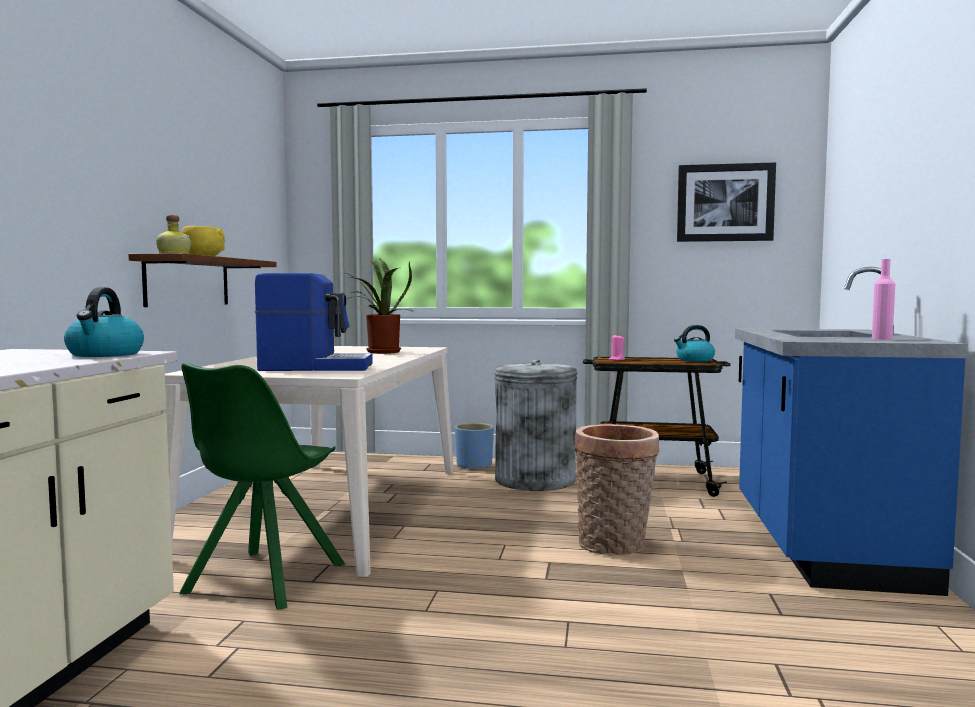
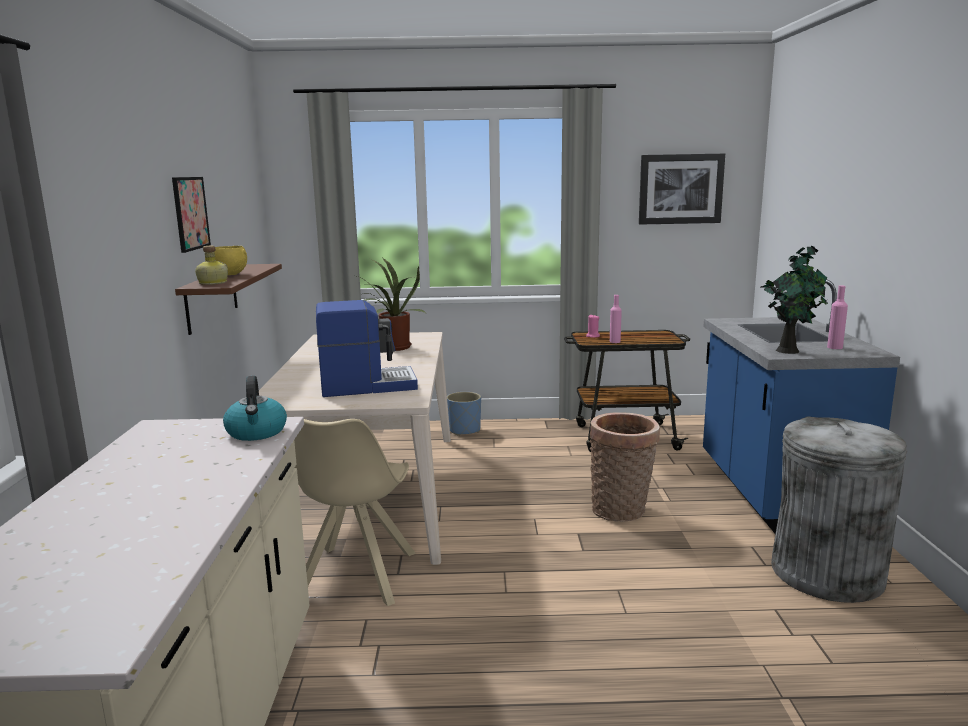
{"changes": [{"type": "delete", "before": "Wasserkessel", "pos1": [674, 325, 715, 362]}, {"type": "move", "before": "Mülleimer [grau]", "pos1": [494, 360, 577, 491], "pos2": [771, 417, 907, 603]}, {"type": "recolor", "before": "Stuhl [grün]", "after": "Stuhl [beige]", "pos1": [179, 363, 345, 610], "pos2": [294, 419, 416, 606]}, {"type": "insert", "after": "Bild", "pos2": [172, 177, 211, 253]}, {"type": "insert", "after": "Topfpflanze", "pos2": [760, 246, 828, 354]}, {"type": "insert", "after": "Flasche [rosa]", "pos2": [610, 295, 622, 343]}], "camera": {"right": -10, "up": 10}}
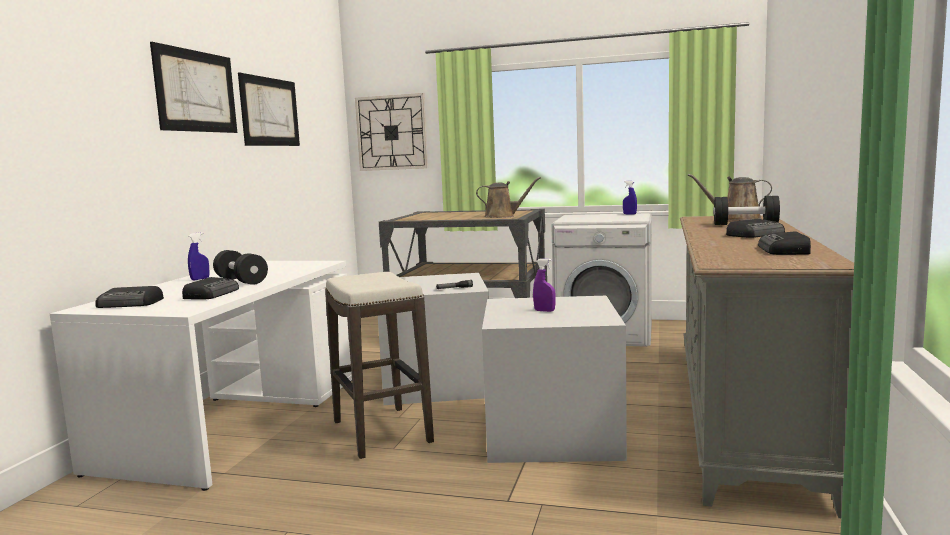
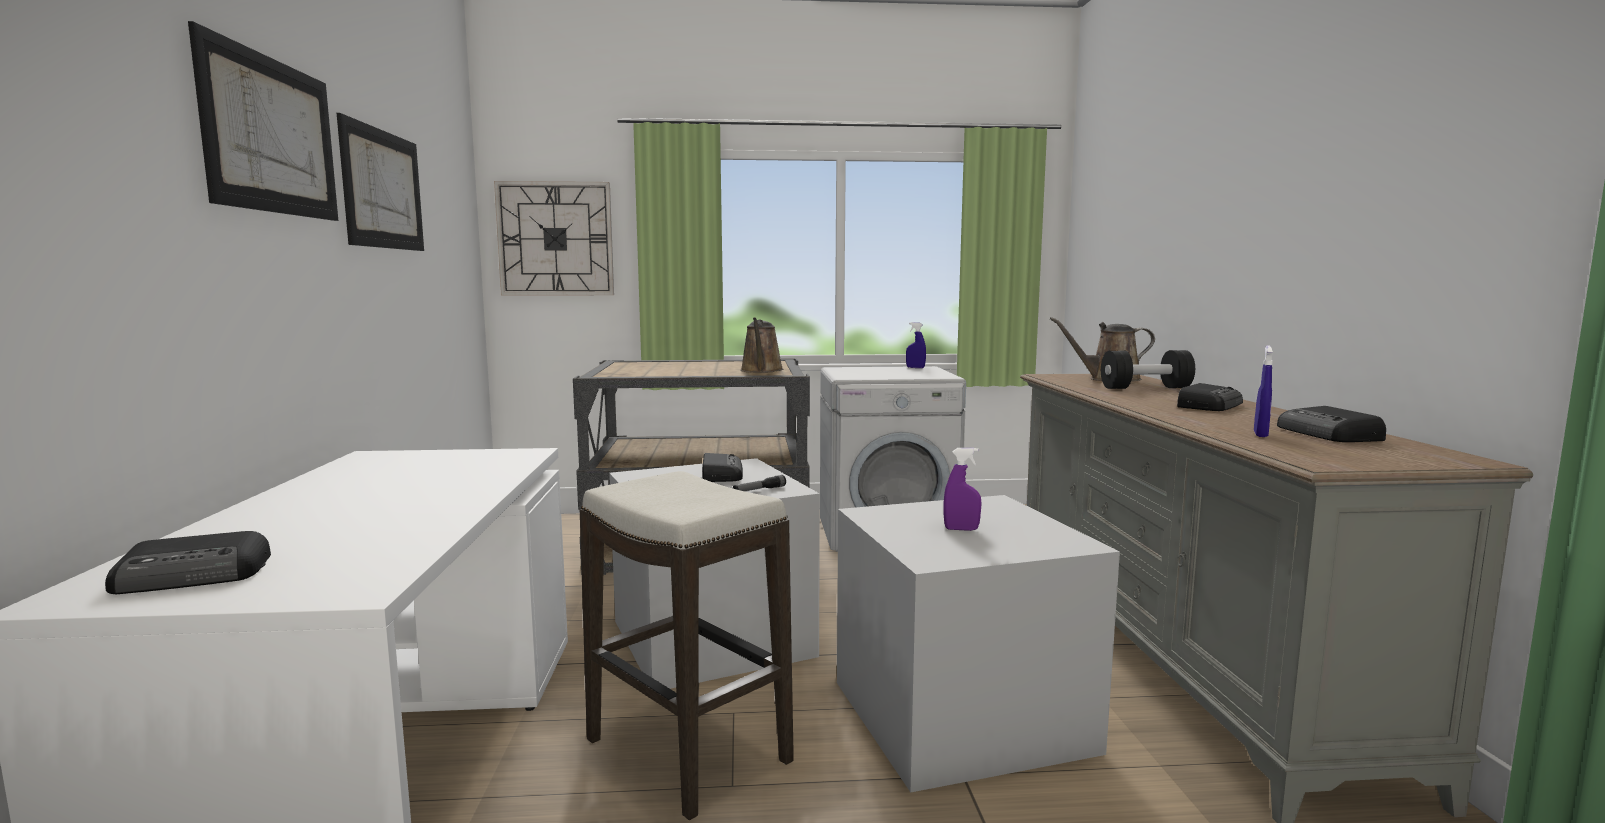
{"changes": [{"type": "rotate", "before": "Gießkanne [braun]", "pos1": [476, 177, 541, 218], "pos2": [740, 317, 784, 373], "turn": 105}, {"type": "move", "before": "Sprühflasche [blau]", "pos1": [188, 232, 209, 280], "pos2": [1254, 346, 1273, 437]}, {"type": "delete", "before": "Hantel [schwarz]", "pos1": [213, 250, 268, 285]}, {"type": "move", "before": "Radio", "pos1": [182, 277, 239, 300], "pos2": [702, 453, 743, 482]}], "camera": {"right": -20, "up": 0}}
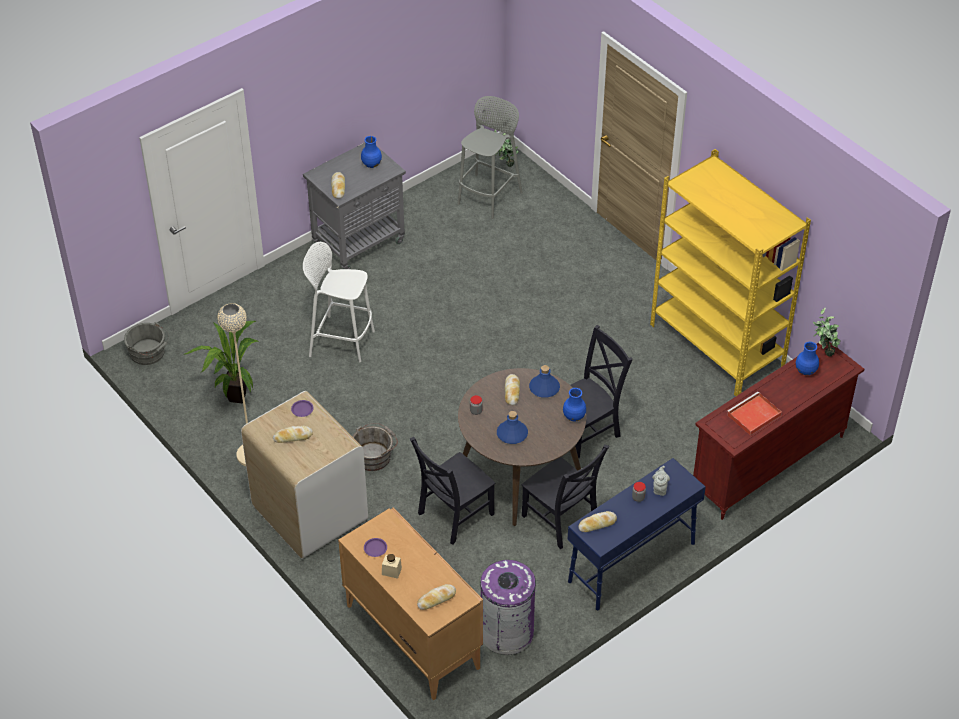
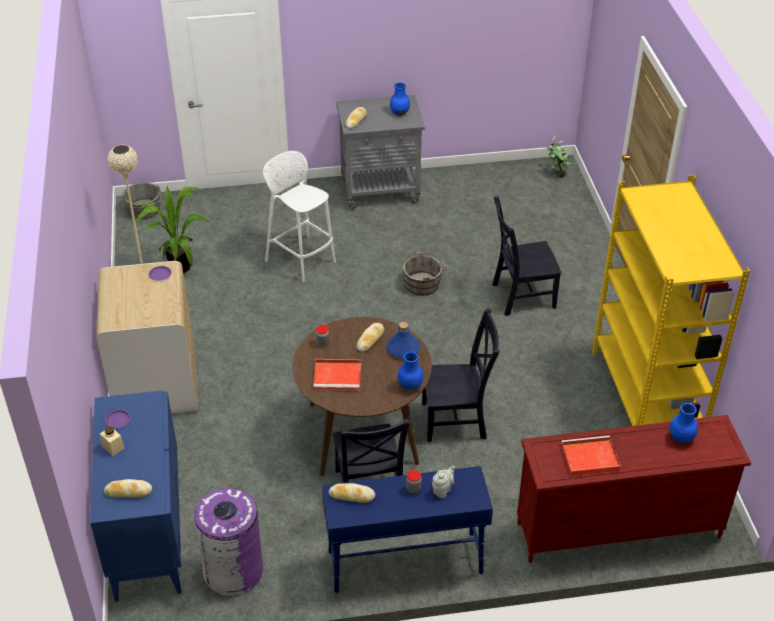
{"changes": [{"type": "delete", "before": "Hocker [grau]", "pos1": [457, 96, 523, 219]}, {"type": "delete", "before": "Topfpflanze", "pos1": [813, 308, 841, 356]}, {"type": "replace", "before": "Flasche [blau]", "after": "Tablett [rot]", "pos1": [497, 411, 528, 444], "pos2": [313, 359, 361, 391]}, {"type": "move", "before": "Eimer [grau]", "pos1": [352, 423, 398, 471], "pos2": [403, 252, 447, 296]}, {"type": "delete", "before": "Brot", "pos1": [273, 426, 313, 443]}, {"type": "move", "before": "Stuhl [schwarz]", "pos1": [409, 437, 496, 545], "pos2": [492, 197, 561, 316]}, {"type": "recolor", "before": "Schrank [braun]", "after": "Schrank [blau]", "pos1": [338, 508, 483, 701], "pos2": [90, 390, 182, 602]}], "camera": {"right": 30, "up": -5}}
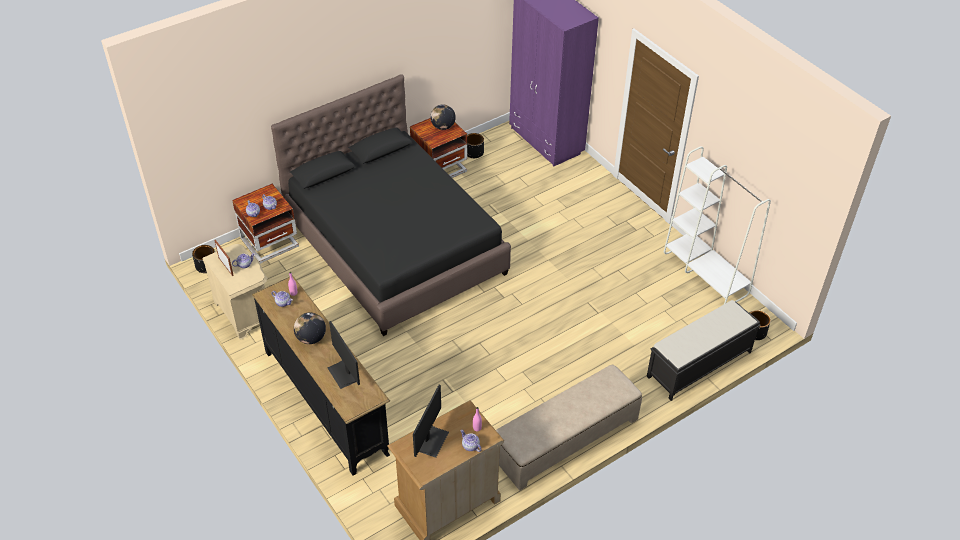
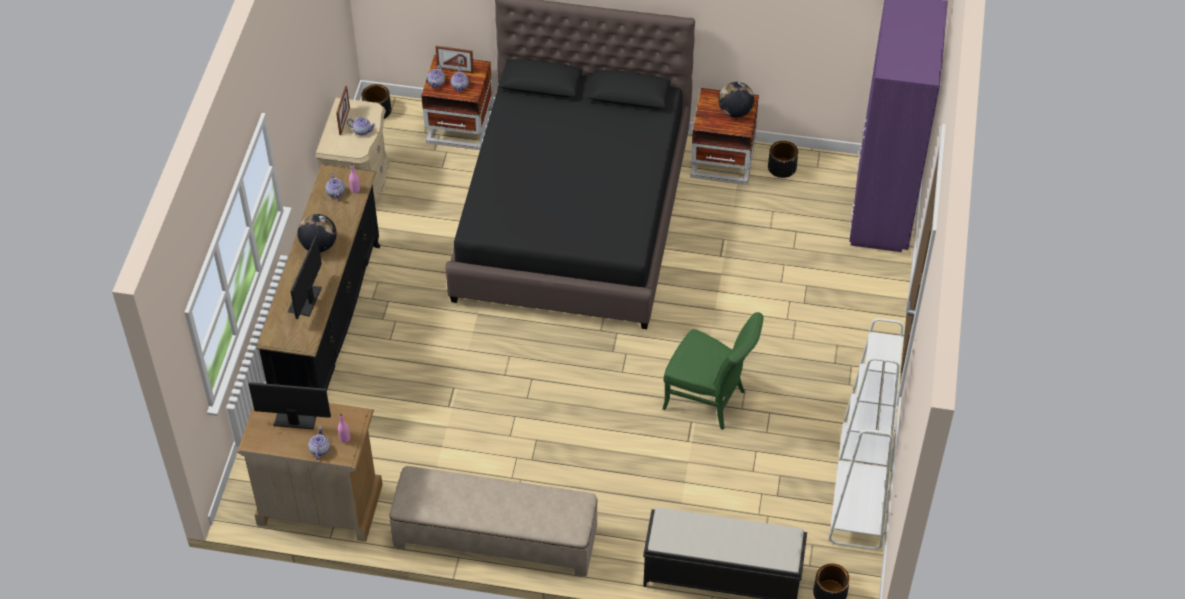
{"changes": [{"type": "rotate", "before": "Monitor", "pos1": [413, 385, 449, 458], "pos2": [248, 382, 331, 429], "turn": -150}, {"type": "insert", "after": "Bilderrahmen", "pos2": [436, 46, 474, 74]}, {"type": "insert", "after": "Stuhl [grün]", "pos2": [662, 312, 764, 430]}], "camera": {"right": 45, "up": 5}}
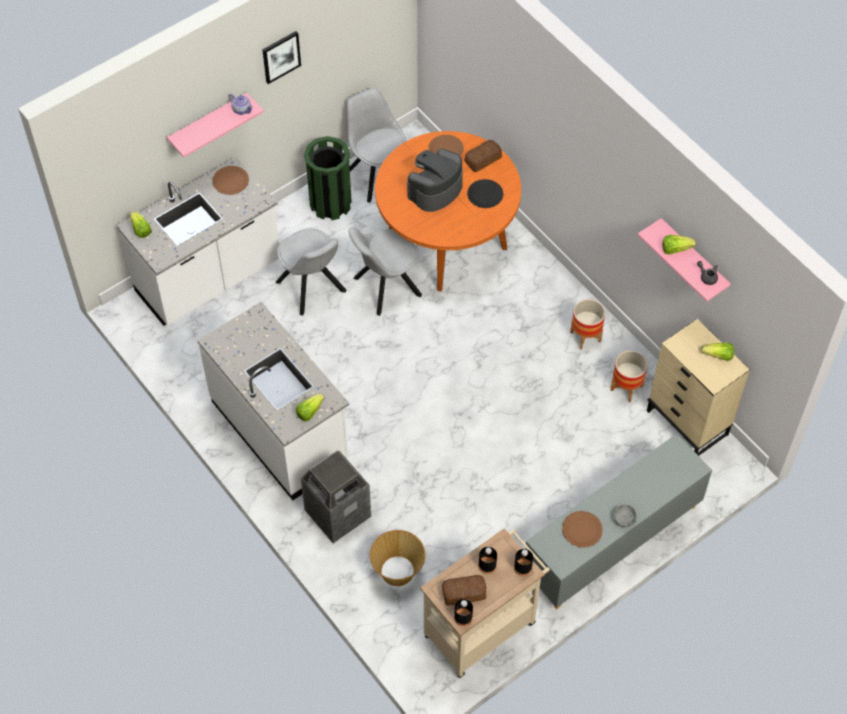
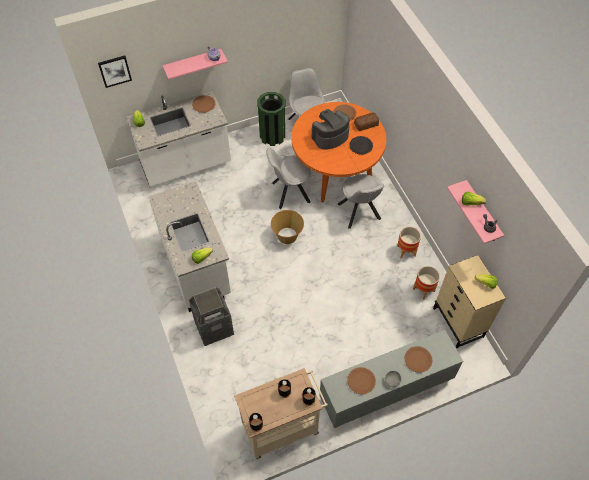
{"changes": [{"type": "move", "before": "Bild", "pos1": [262, 31, 301, 84], "pos2": [98, 56, 132, 88]}, {"type": "move", "before": "Stuhl [grau]", "pos1": [276, 228, 346, 316], "pos2": [337, 174, 384, 229]}, {"type": "move", "before": "Korb", "pos1": [370, 530, 426, 586], "pos2": [271, 210, 304, 244]}, {"type": "delete", "before": "Brot", "pos1": [442, 575, 486, 606]}, {"type": "insert", "after": "Teller [braun]", "pos2": [404, 346, 432, 372]}], "camera": {"right": 15, "up": 0}}
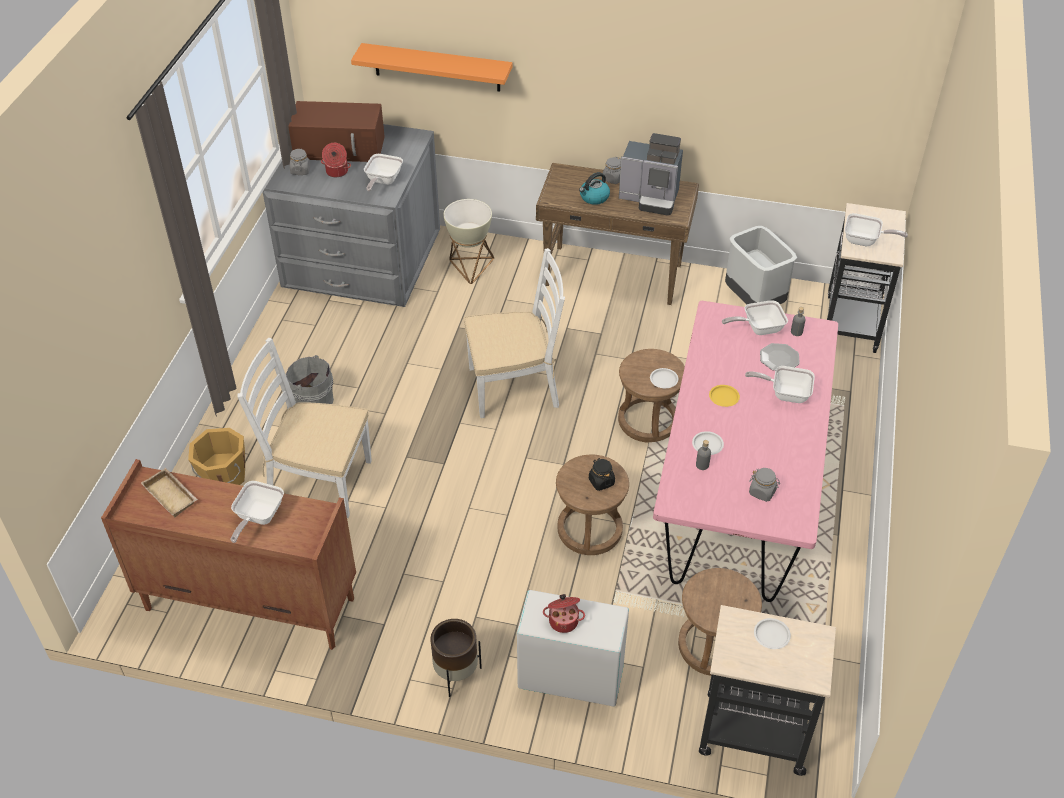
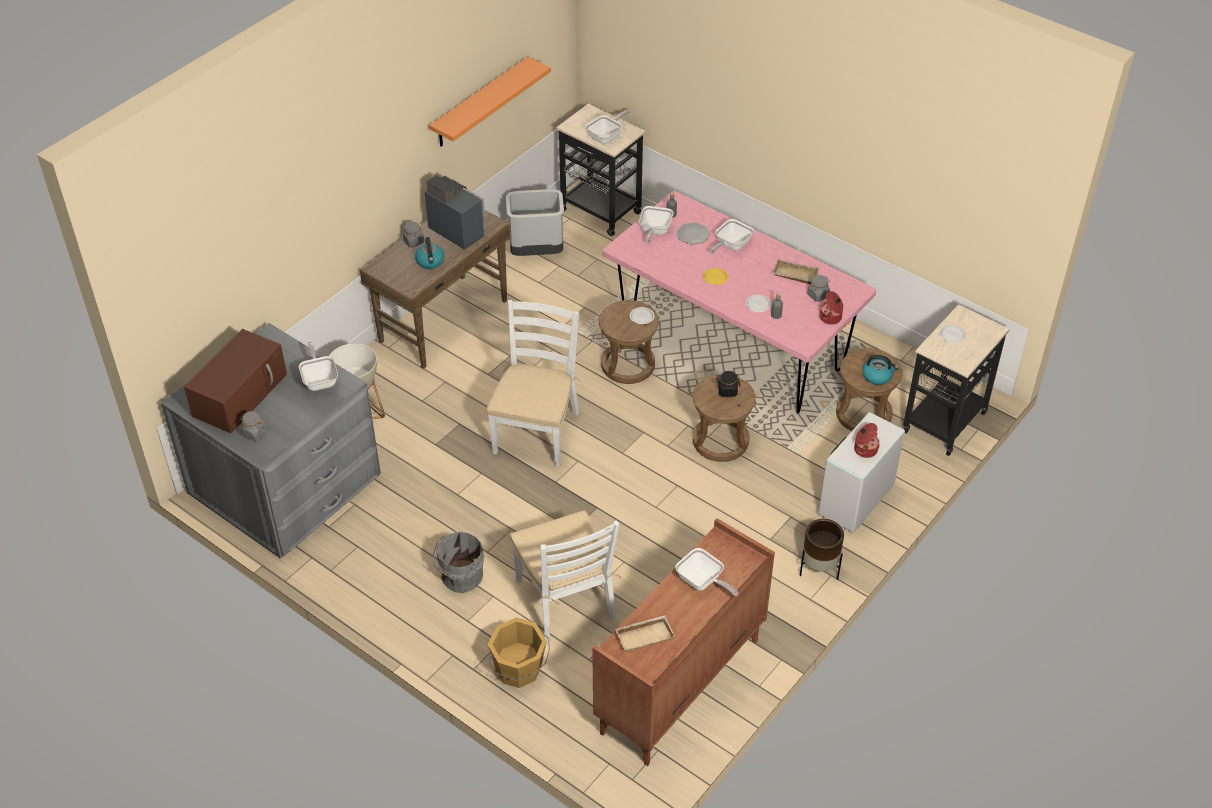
{"changes": [{"type": "move", "before": "Wandregal [orange]", "pos1": [351, 43, 513, 91], "pos2": [429, 57, 551, 147]}, {"type": "rotate", "before": "Kaffeemaschine", "pos1": [619, 133, 683, 215], "pos2": [425, 175, 486, 250], "turn": -90}, {"type": "move", "before": "Kochtopf", "pos1": [321, 143, 351, 177], "pos2": [820, 291, 843, 324]}, {"type": "rotate", "before": "Pfanne", "pos1": [364, 154, 403, 191], "pos2": [299, 342, 338, 391], "turn": -150}, {"type": "rotate", "before": "Stuhl [weiß]", "pos1": [238, 338, 372, 518], "pos2": [510, 510, 621, 642], "turn": -60}, {"type": "insert", "after": "Tablett [beige]", "pos2": [772, 259, 819, 284]}, {"type": "insert", "after": "Wasserkessel", "pos2": [863, 355, 899, 385]}], "camera": {"right": -65, "up": 0}}
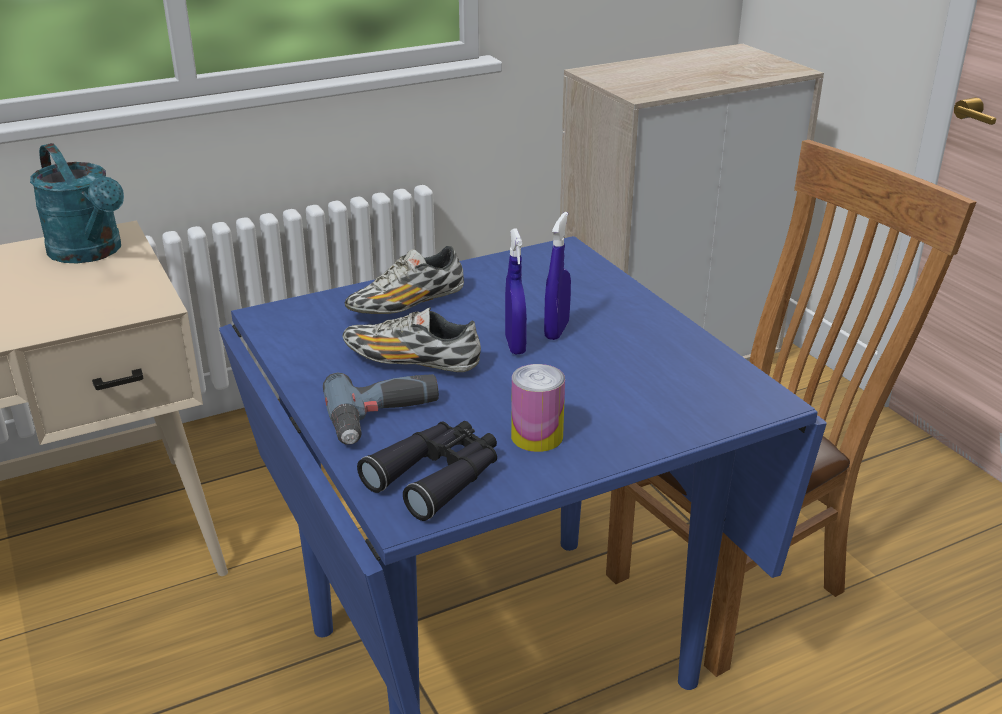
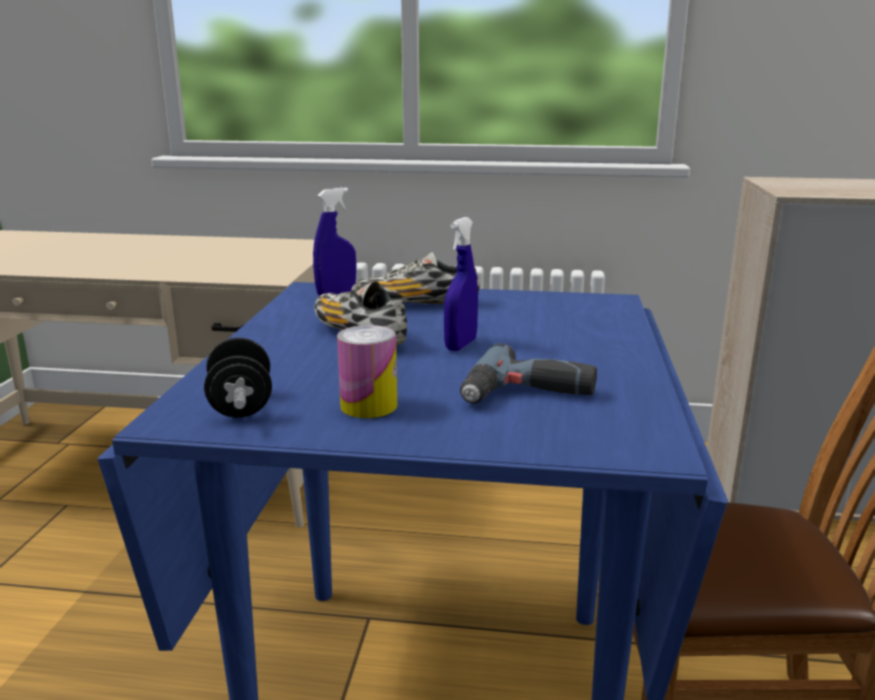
{"changes": [{"type": "delete", "before": "Gießkanne [türkis]", "pos1": [30, 143, 124, 263]}, {"type": "move", "before": "Sprühflasche [blau]", "pos1": [544, 212, 571, 340], "pos2": [313, 187, 357, 296]}, {"type": "move", "before": "Bohrmaschine", "pos1": [323, 373, 439, 445], "pos2": [460, 343, 597, 404]}, {"type": "replace", "before": "Fernglas [schwarz]", "after": "Hantel [schwarz]", "pos1": [357, 421, 497, 521], "pos2": [204, 338, 272, 418]}], "camera": {"right": 35, "up": -10}}
